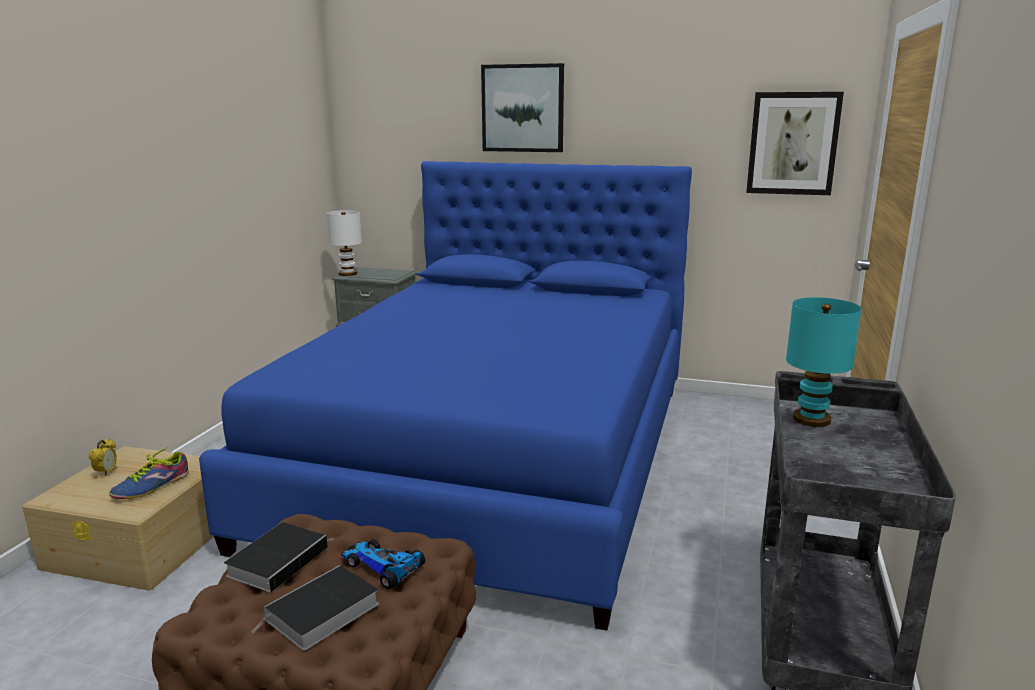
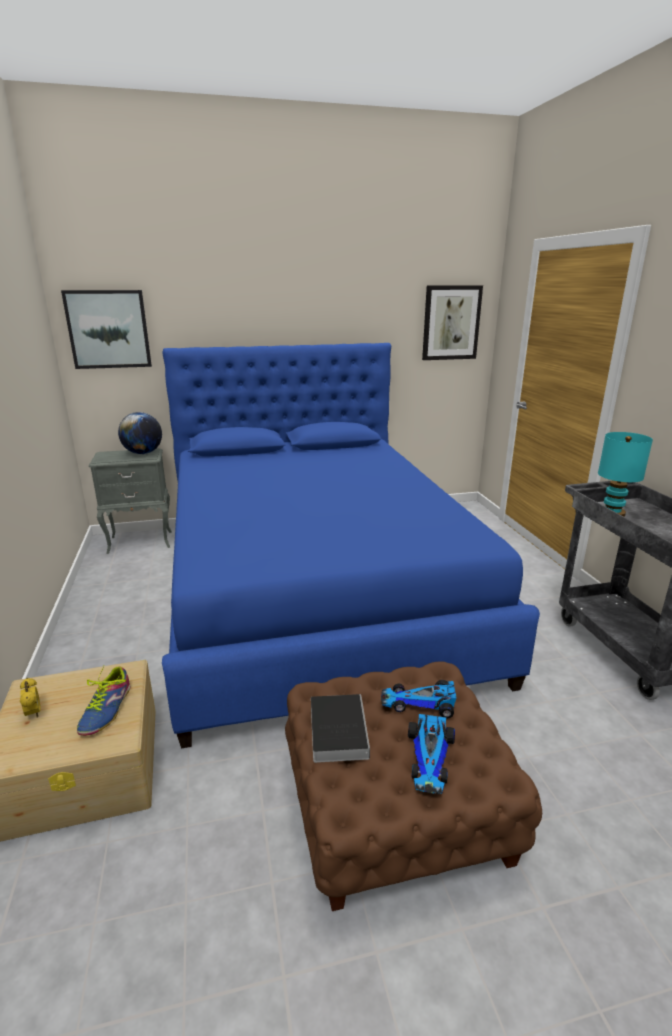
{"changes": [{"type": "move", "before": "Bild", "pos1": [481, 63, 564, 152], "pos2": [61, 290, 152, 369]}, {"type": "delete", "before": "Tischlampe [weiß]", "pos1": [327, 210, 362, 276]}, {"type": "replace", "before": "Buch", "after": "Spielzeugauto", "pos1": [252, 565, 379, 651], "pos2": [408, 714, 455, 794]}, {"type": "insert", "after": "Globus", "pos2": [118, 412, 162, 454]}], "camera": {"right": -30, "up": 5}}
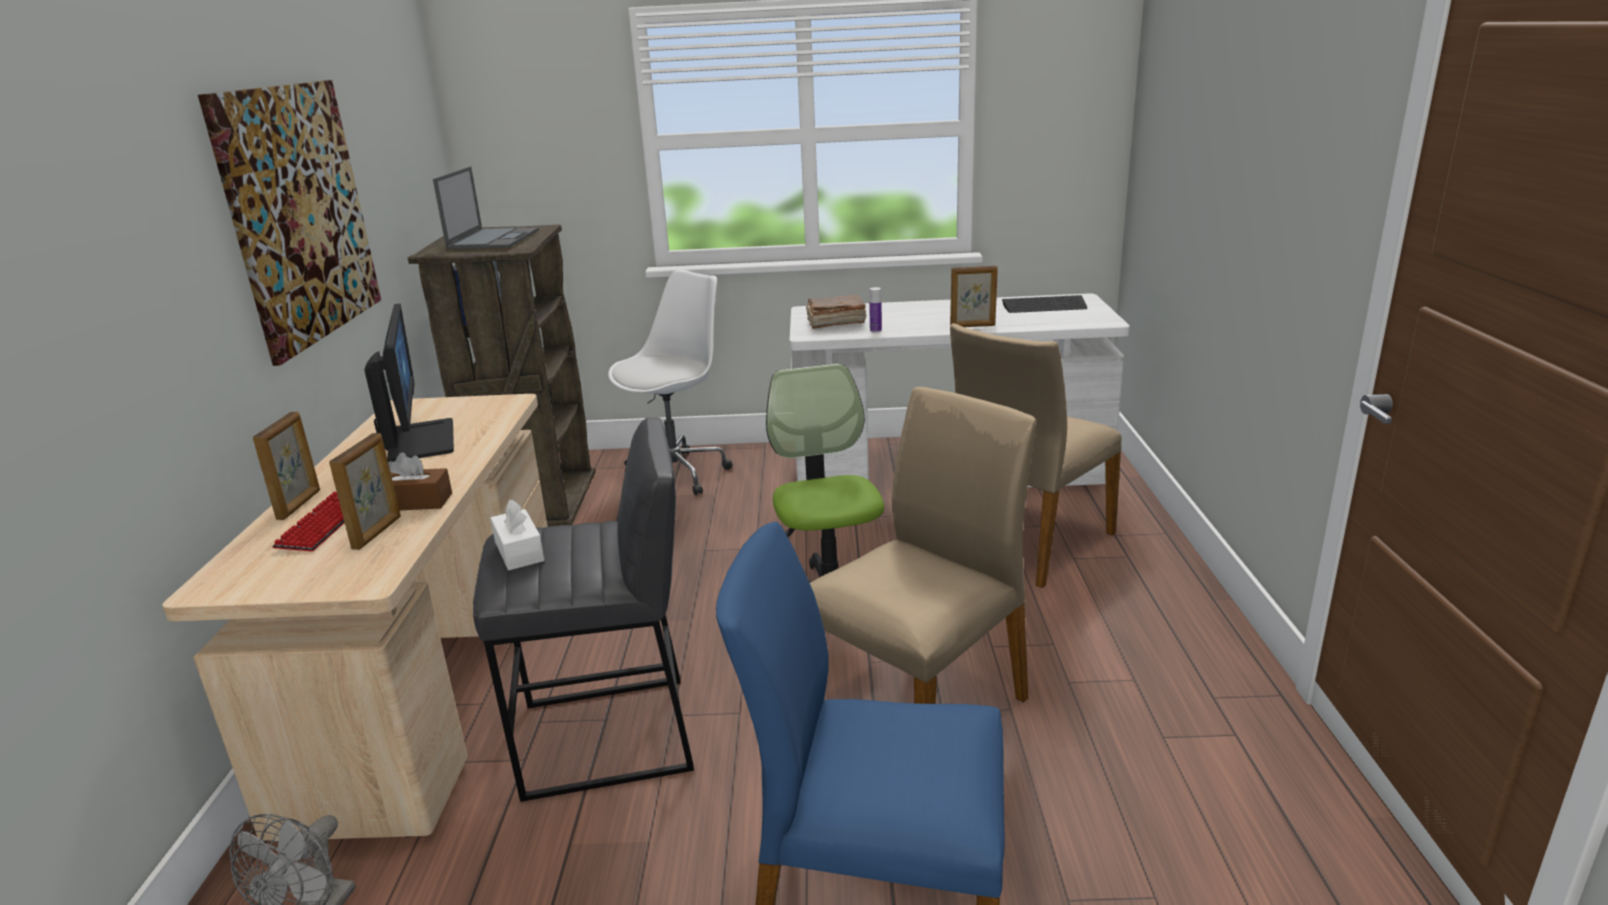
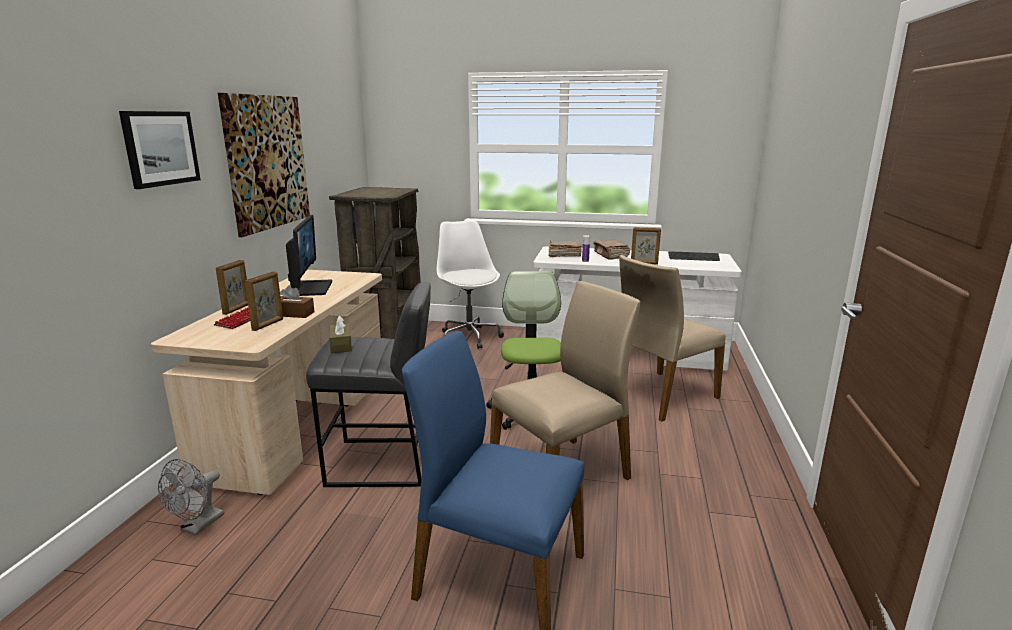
{"changes": [{"type": "delete", "before": "Laptop", "pos1": [433, 167, 539, 249]}, {"type": "rotate", "before": "Bürostuhl [weiß]", "pos1": [608, 270, 733, 495], "pos2": [437, 220, 504, 349], "turn": -75}, {"type": "recolor", "before": "Taschentuchbox [weiß]", "after": "Taschentuchbox [braun]", "pos1": [490, 500, 545, 570], "pos2": [329, 316, 352, 353]}, {"type": "insert", "after": "Bild", "pos2": [119, 111, 201, 189]}, {"type": "insert", "after": "Buch [braun]", "pos2": [593, 240, 630, 260]}], "camera": {"right": 10, "up": -5}}
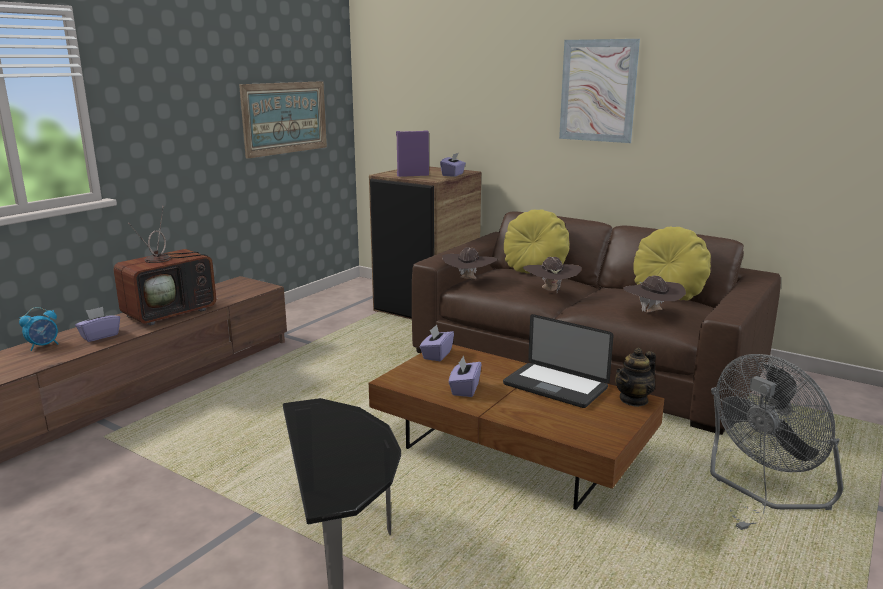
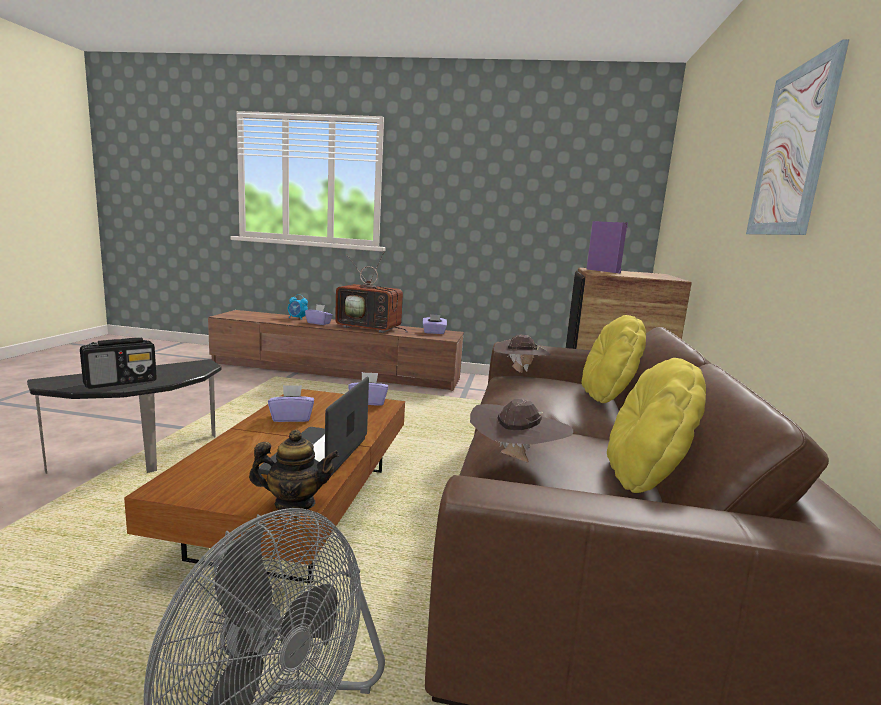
{"changes": [{"type": "delete", "before": "Bild", "pos1": [239, 81, 327, 159]}, {"type": "move", "before": "Taschentuchbox [lila]", "pos1": [440, 153, 466, 177], "pos2": [423, 314, 447, 334]}, {"type": "delete", "before": "Hut [braun]", "pos1": [523, 257, 582, 292]}, {"type": "rotate", "before": "Teekanne", "pos1": [615, 348, 656, 407], "pos2": [249, 429, 339, 510], "turn": 150}, {"type": "insert", "after": "Radio", "pos2": [80, 338, 157, 389]}], "camera": {"right": 65, "up": -5}}
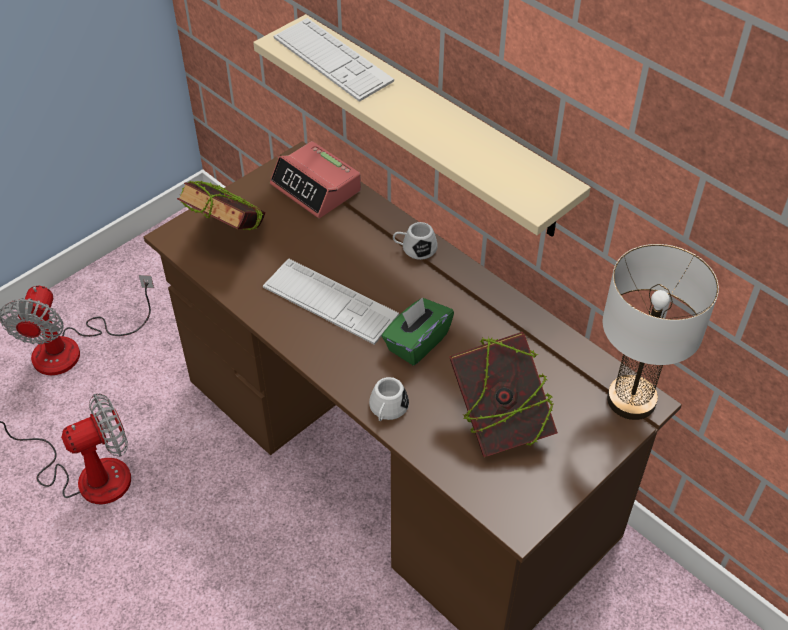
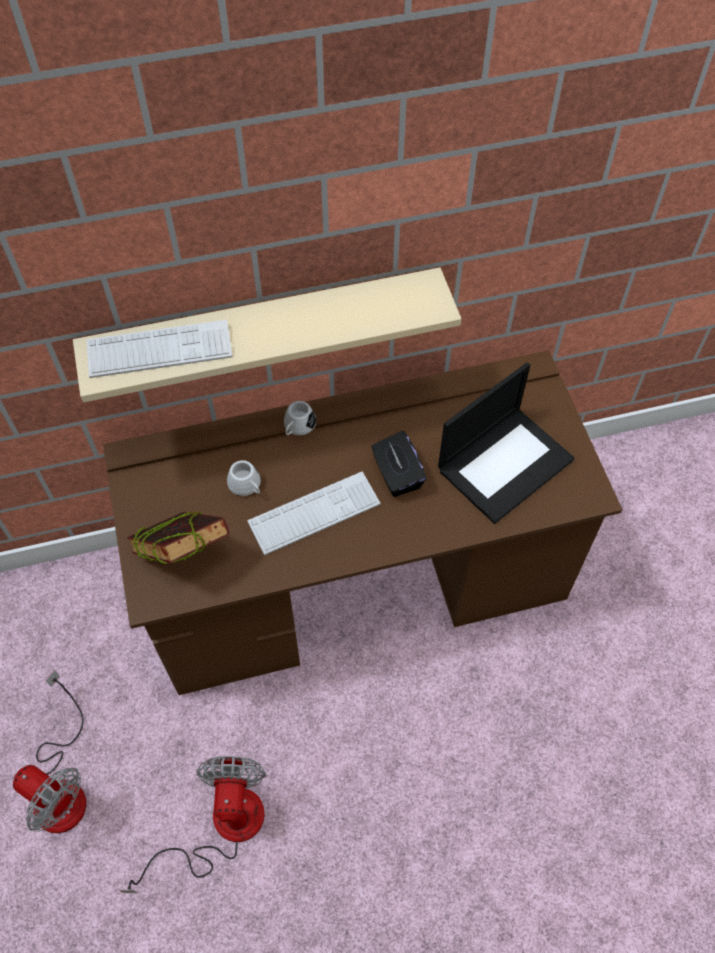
{"changes": [{"type": "delete", "before": "Wecker", "pos1": [270, 141, 361, 218]}, {"type": "delete", "before": "Tischlampe", "pos1": [603, 244, 719, 420]}, {"type": "recolor", "before": "Taschentuchbox [grün]", "after": "Taschentuchbox [schwarz]", "pos1": [382, 297, 454, 366], "pos2": [371, 431, 426, 497]}, {"type": "replace", "before": "Buch", "after": "Laptop", "pos1": [449, 332, 558, 457], "pos2": [438, 362, 574, 524]}, {"type": "move", "before": "Henkelbecher [weiß]", "pos1": [369, 377, 409, 421], "pos2": [227, 460, 261, 496]}], "camera": {"right": -60, "up": 10}}
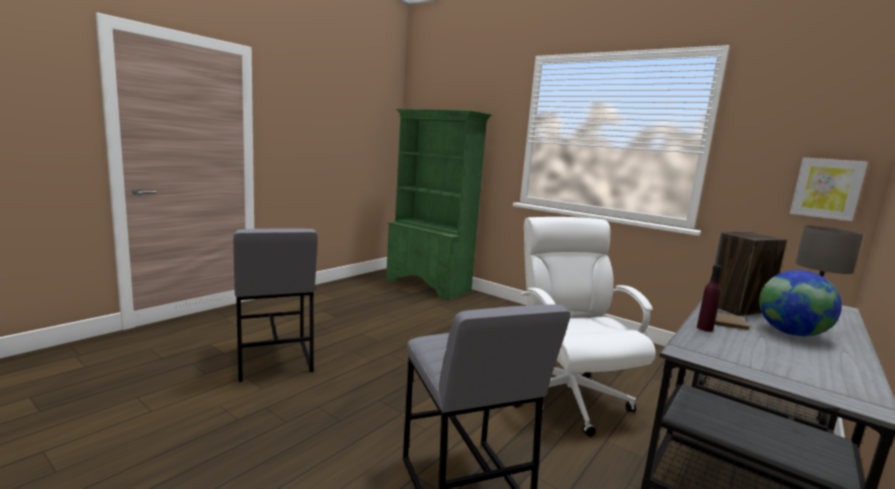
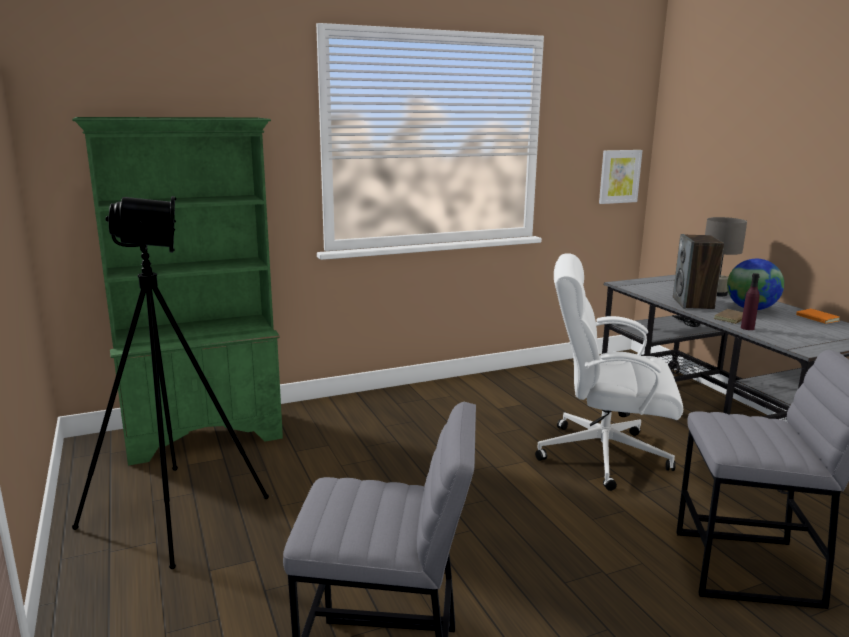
{"changes": [{"type": "insert", "after": "Stehlampe [schwarz]", "pos2": [72, 196, 269, 569]}, {"type": "insert", "after": "Buch [orange]", "pos2": [796, 309, 840, 324]}], "camera": {"right": -60, "up": 5}}
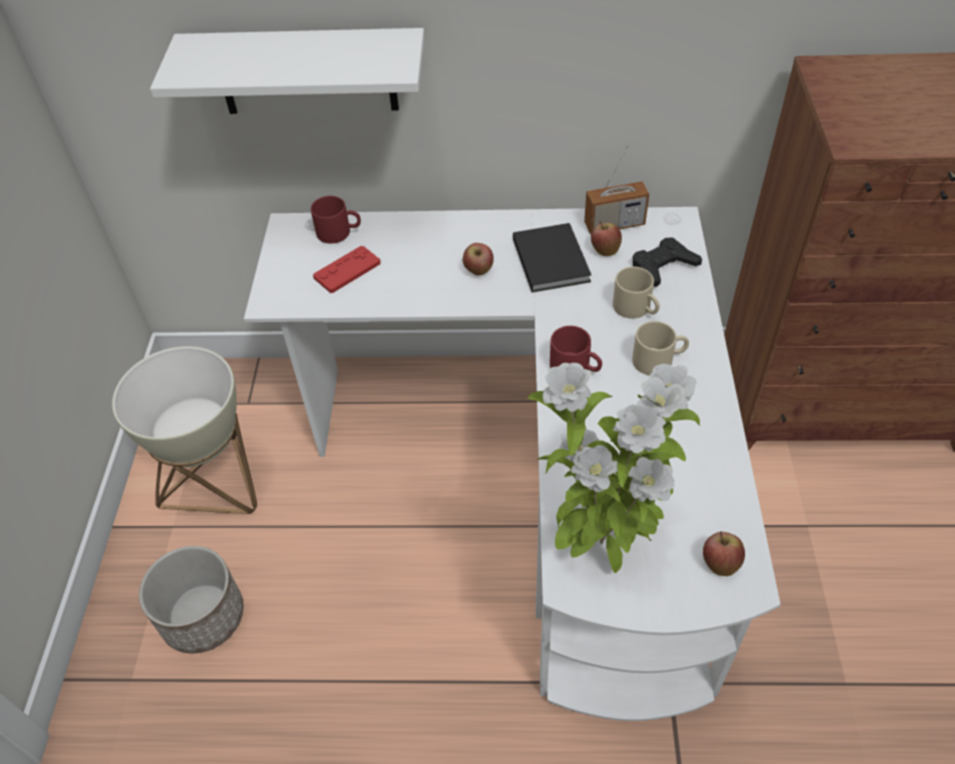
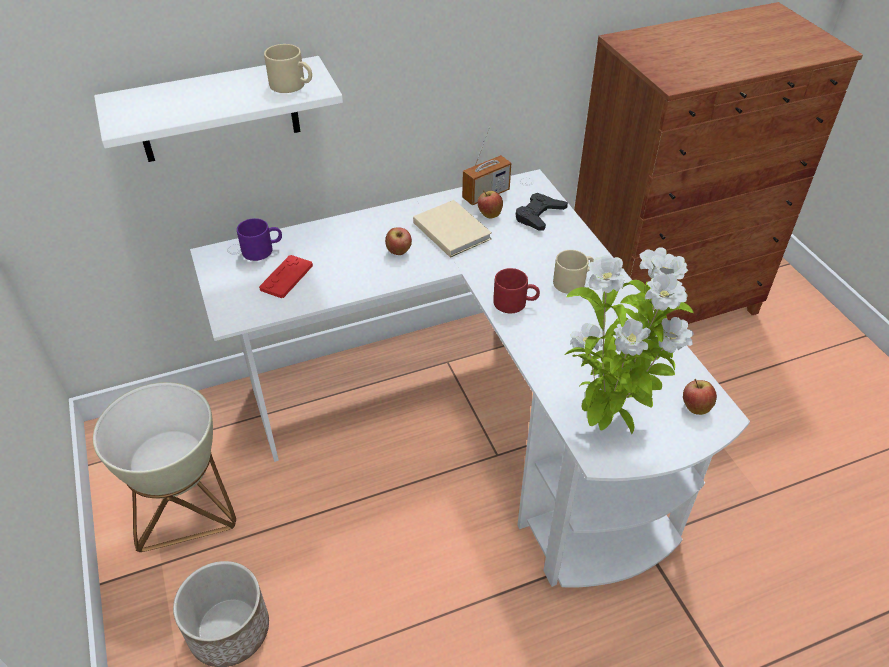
{"changes": [{"type": "recolor", "before": "Henkelbecher [rot]", "after": "Henkelbecher [lila]", "pos1": [311, 196, 361, 244], "pos2": [237, 218, 282, 261]}, {"type": "recolor", "before": "Buch [schwarz]", "after": "Buch [beige]", "pos1": [513, 223, 591, 292], "pos2": [413, 200, 492, 258]}, {"type": "move", "before": "Henkelbecher [beige]", "pos1": [613, 267, 660, 319], "pos2": [264, 44, 312, 93]}], "camera": {"right": -25, "up": -5}}
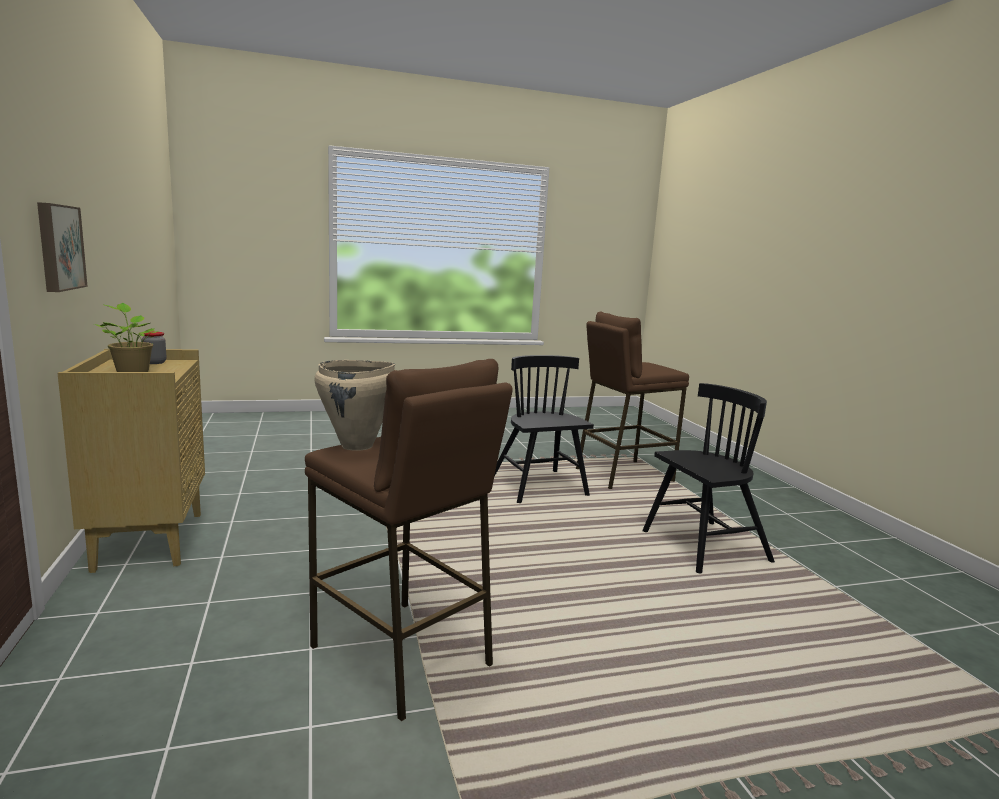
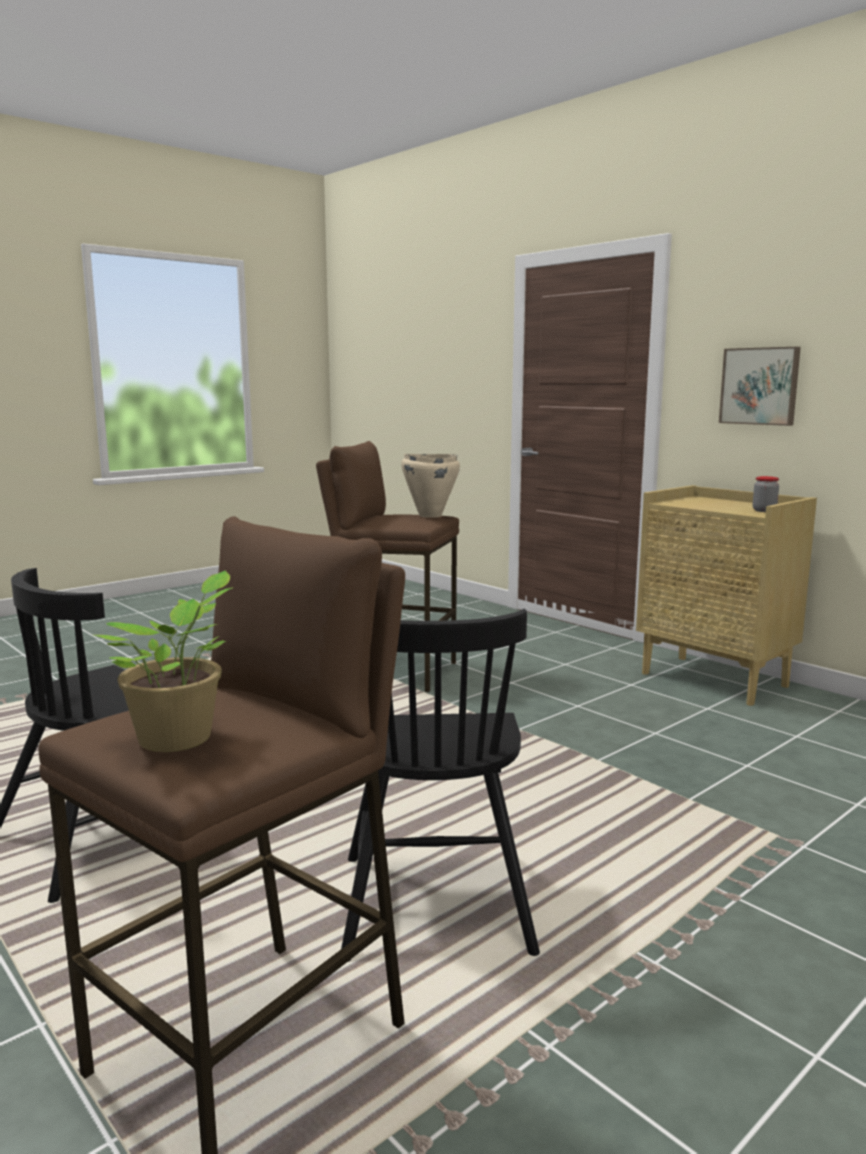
{"changes": [{"type": "move", "before": "Topfpflanze", "pos1": [94, 303, 159, 372], "pos2": [94, 571, 233, 752]}, {"type": "rotate", "before": "Stuhl [schwarz]", "pos1": [494, 355, 594, 503], "pos2": [341, 609, 540, 962], "turn": 45}], "camera": {"right": 155, "up": 0}}
